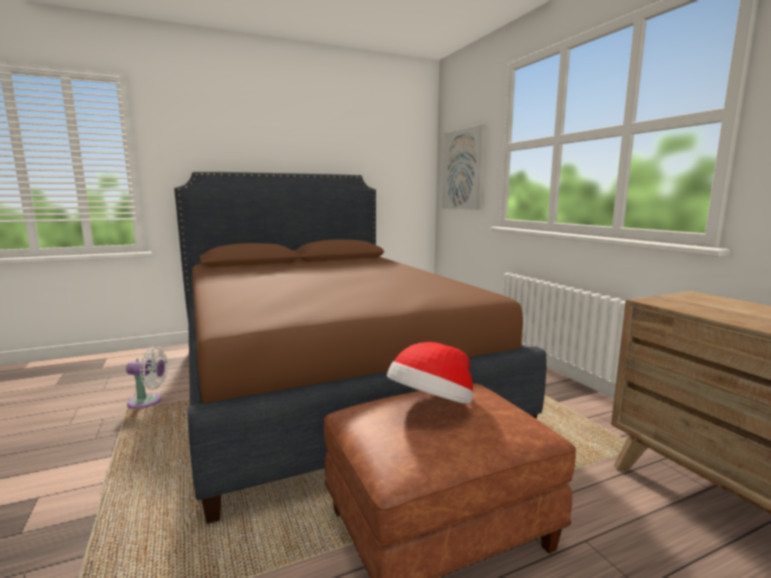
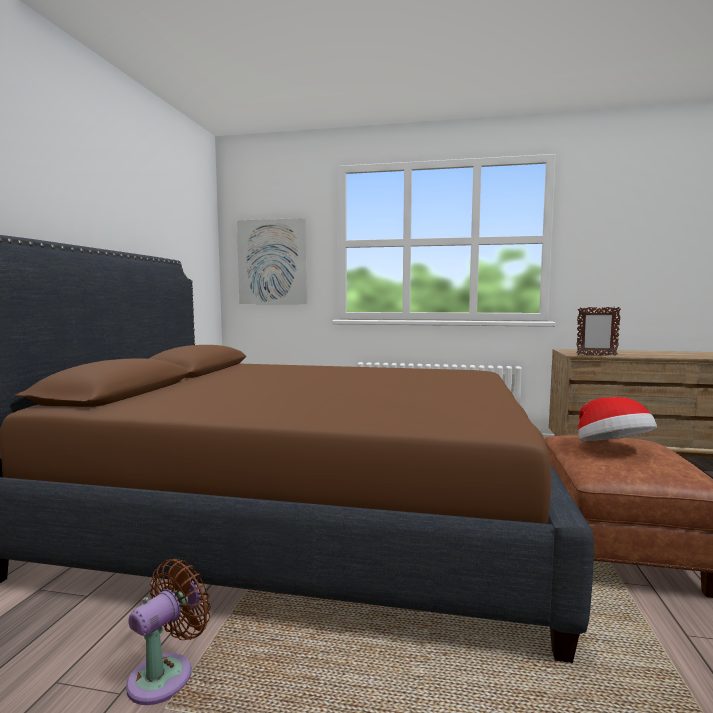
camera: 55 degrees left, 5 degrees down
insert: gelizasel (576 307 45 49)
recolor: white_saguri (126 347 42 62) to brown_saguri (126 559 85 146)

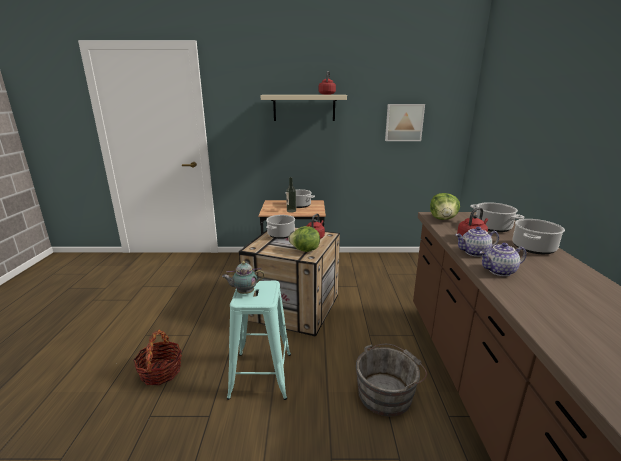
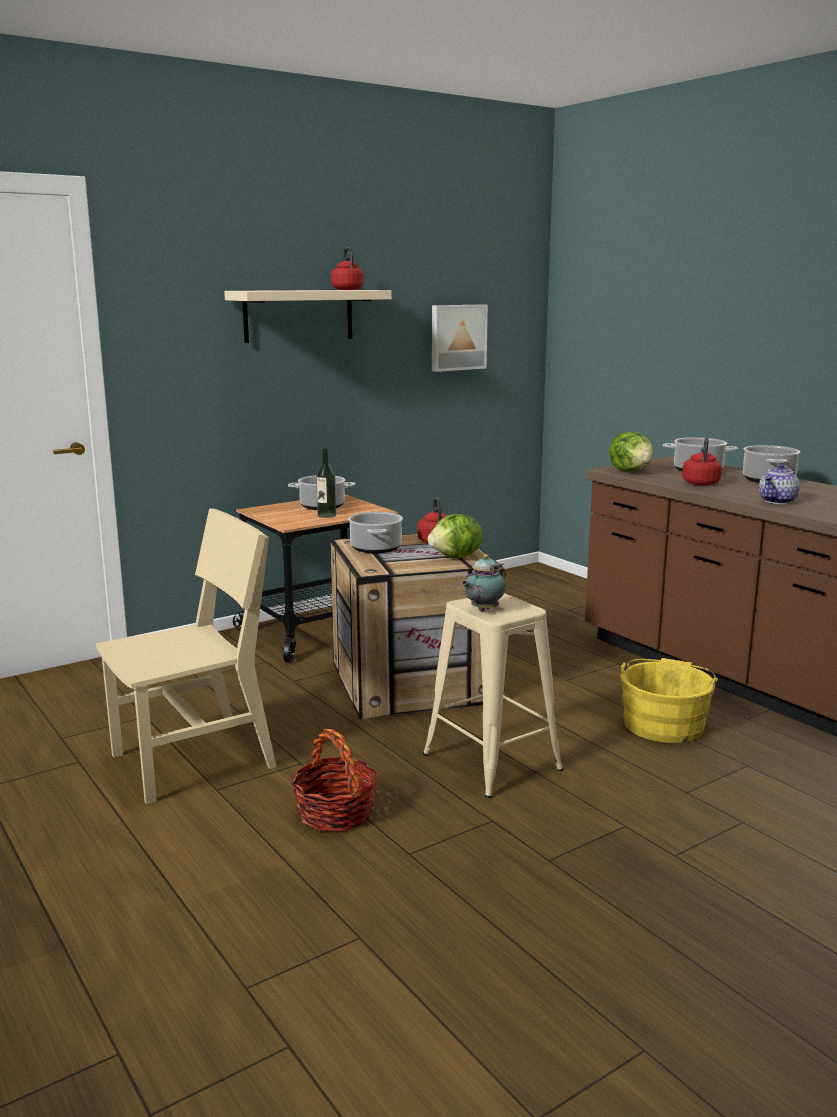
camera: 35 degrees left, 5 degrees down
delete: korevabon (456 227 43 30)
insert: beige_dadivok (96 509 180 296)
recolor: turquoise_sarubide (227 281 64 119) to beige_sarubide (423 593 140 205); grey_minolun (356 344 71 72) to yellow_minolun (620 658 98 85)

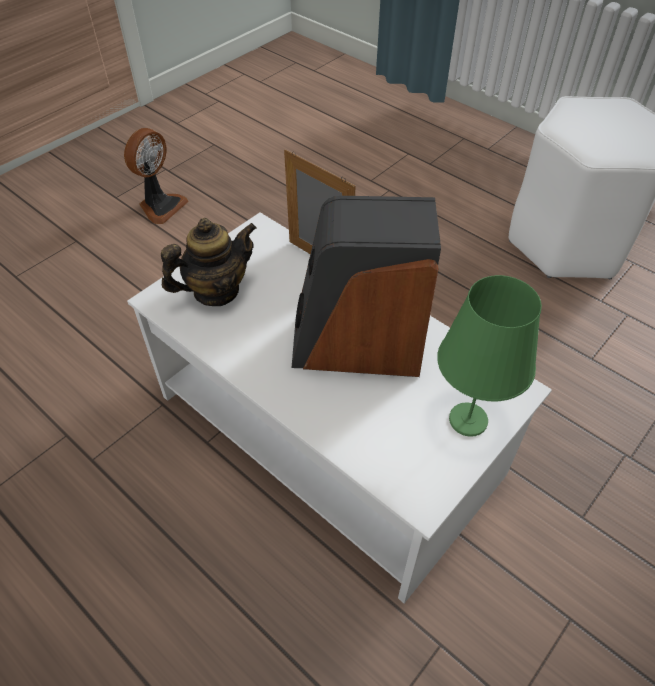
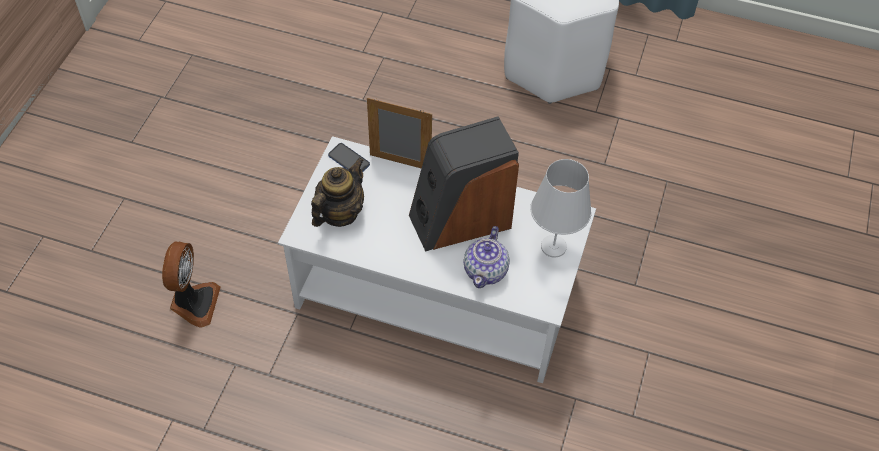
camera: 25 degrees left, 5 degrees up
insert: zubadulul (328 143 42 29); korevabon (463 226 47 62)
move: saguri (124 128 65 96) to (162 241 59 86)
recolor: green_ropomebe (437 275 105 162) to white_ropomebe (530 159 62 99)

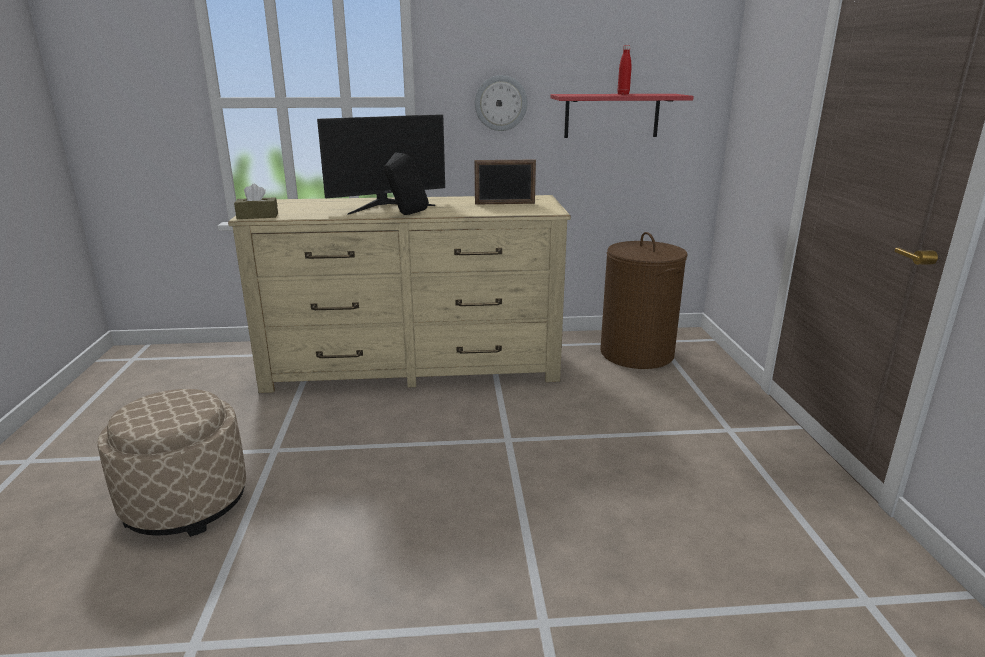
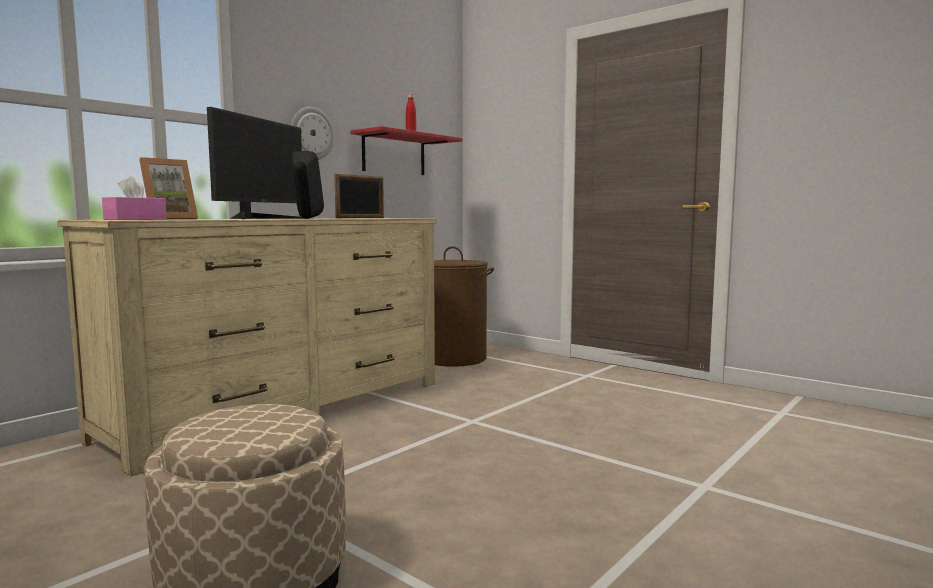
camera: 45 degrees left, 15 degrees down
insert: gelizasel (139 157 59 62)
recolor: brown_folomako (234 184 44 35) to pink_folomako (102 176 65 44)

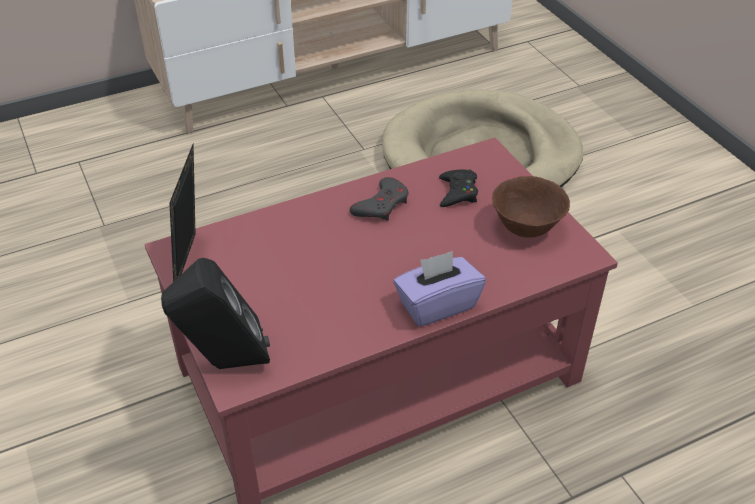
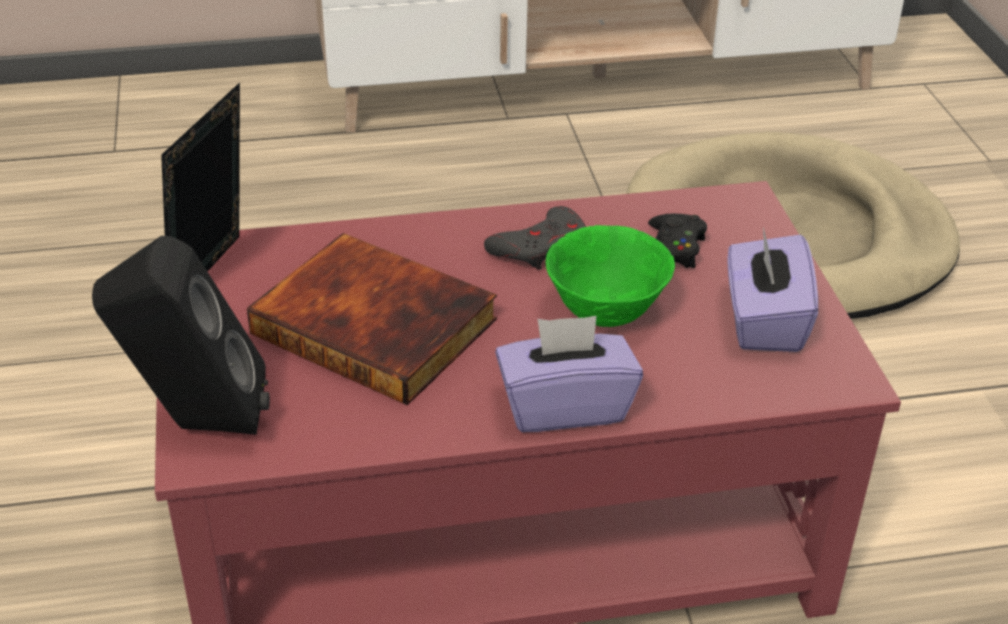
camera: 15 degrees right, 5 degrees down
insert: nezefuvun (247 233 250 172); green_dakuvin (546 225 129 102)
replace: brown_dakuvin (492 176 78 62) to purple_folomako (727 227 91 125)

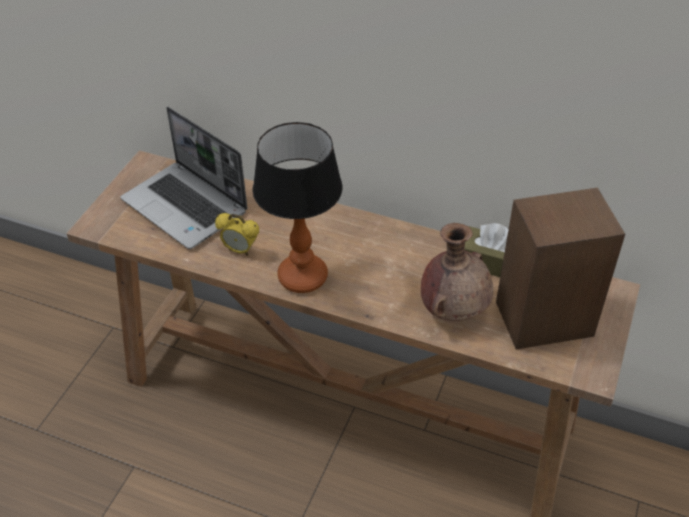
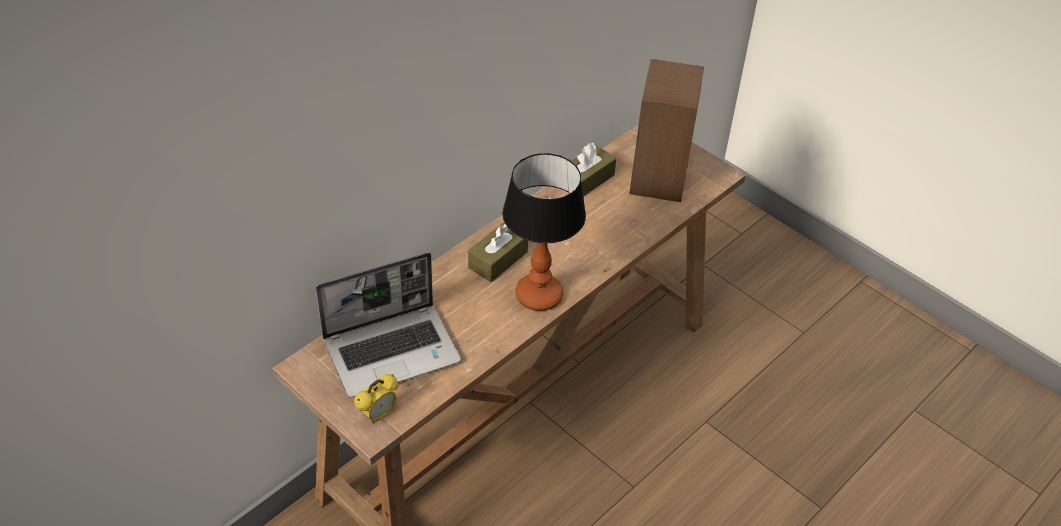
camera: 70 degrees left, 0 degrees up
delete: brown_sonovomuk (421 223 72 98)
insert: brown_folomako (468 222 60 60)
move: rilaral (215 213 44 43) to (354 374 44 50)

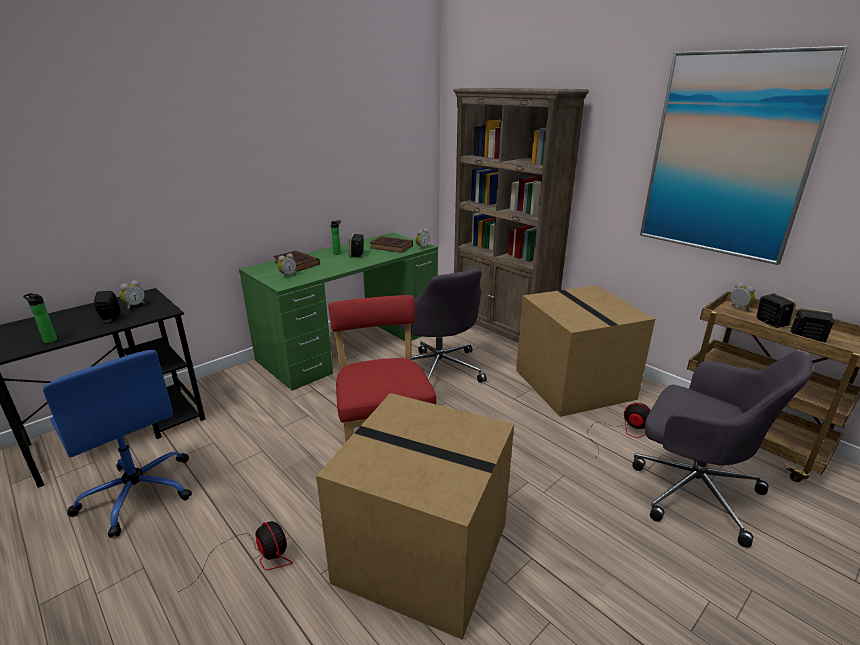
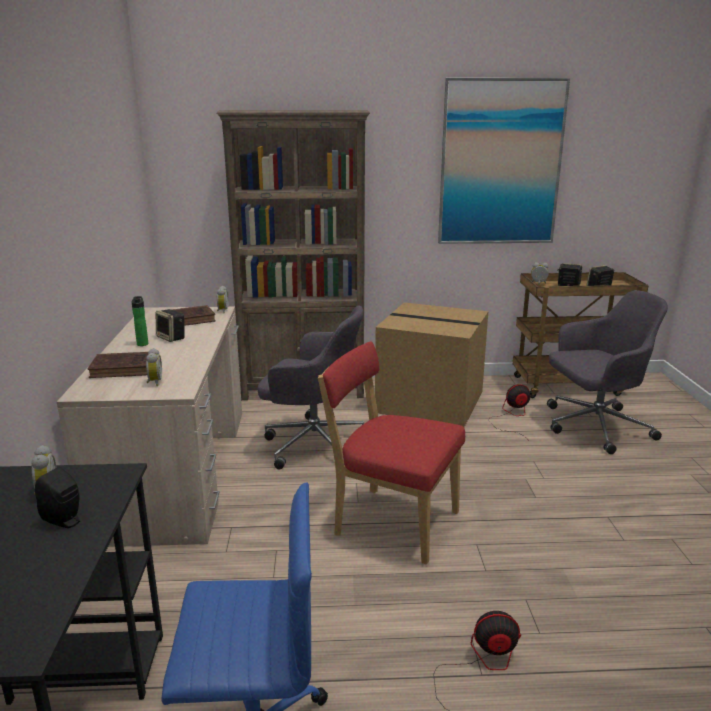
camera: 50 degrees left, 5 degrees down
delete: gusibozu (23 293 34 50); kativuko (316 393 198 247)
recolor: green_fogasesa (239 232 199 159) to beige_fogasesa (57 306 185 241)

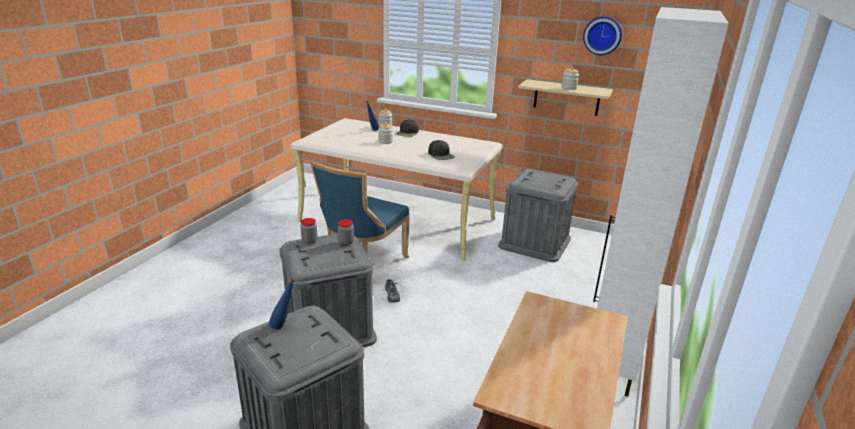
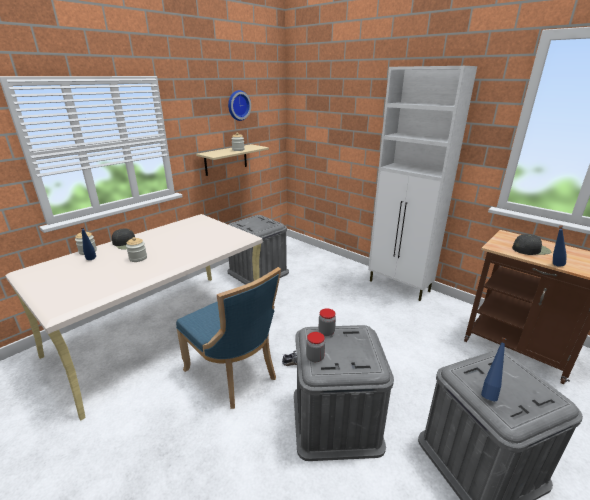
camera: 70 degrees left, 0 degrees up
insert: blue_gusibozu (553 225 14 42)
move: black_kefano (428 140 26 20) to (512 234 39 21)

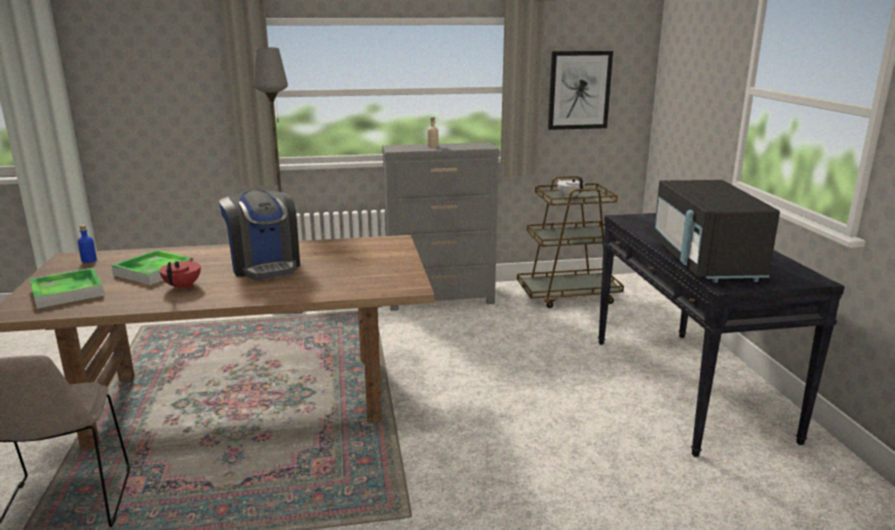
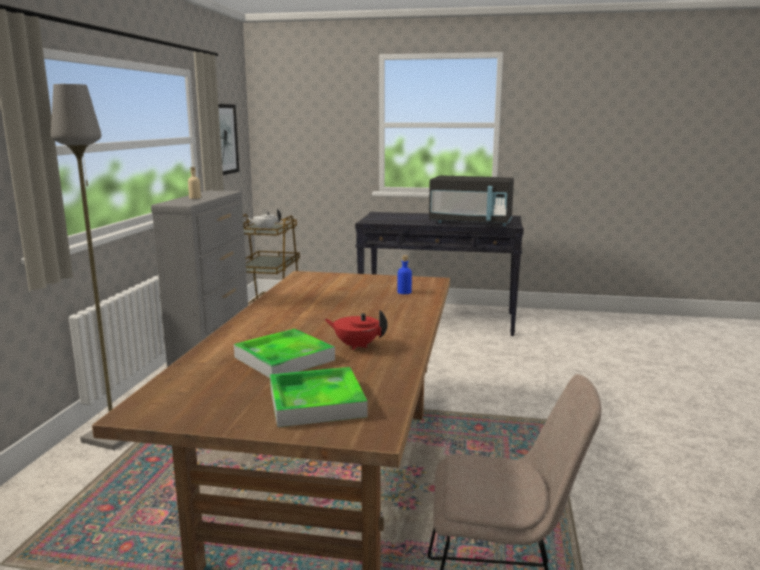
camera: 70 degrees left, 5 degrees down
delete: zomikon (219 191 81 89)
move: blue_gusibozu (78 225 19 38) to (397 255 15 39)

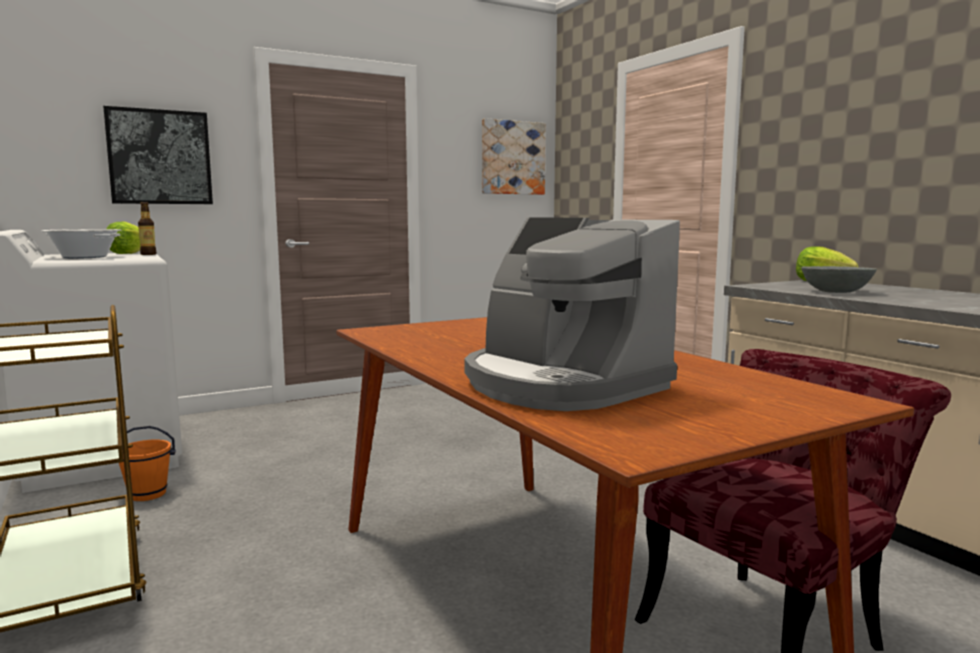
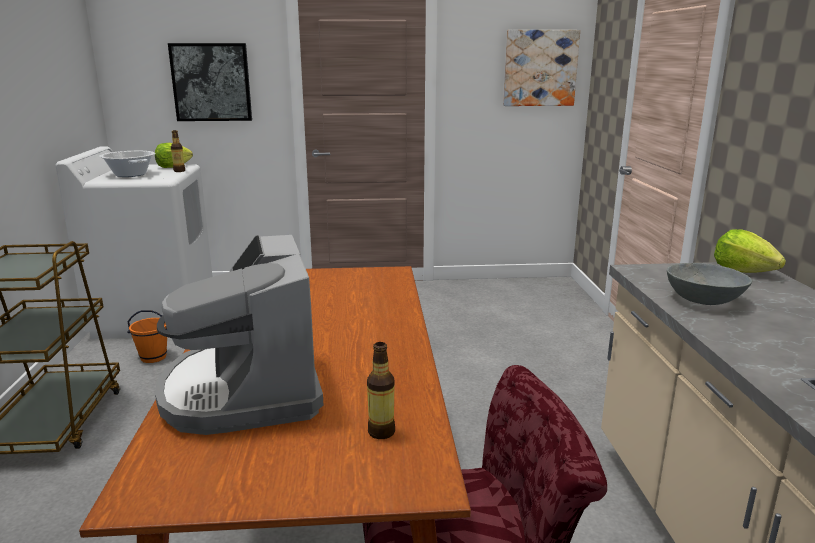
camera: 25 degrees right, 10 degrees up
insert: gusibozu (367 342 28 97)

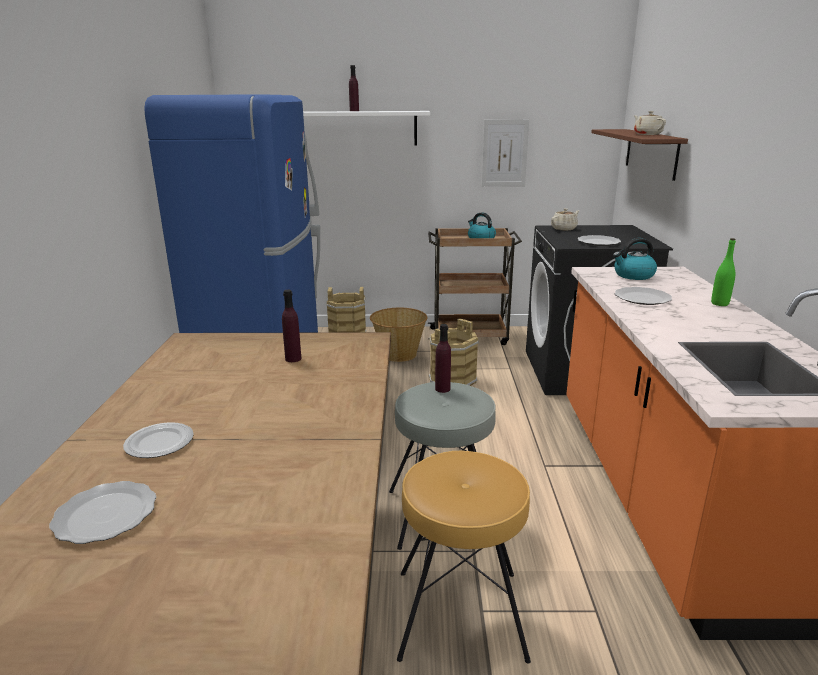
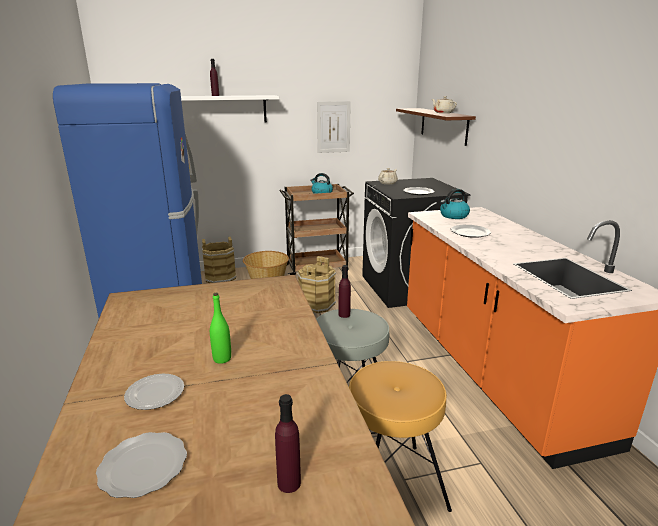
camera: 15 degrees left, 0 degrees up
move: green_gusibozu (711 238 25 68) to (210 293 21 71); purple_gusibozu (282 290 19 72) to (275 394 26 99)

